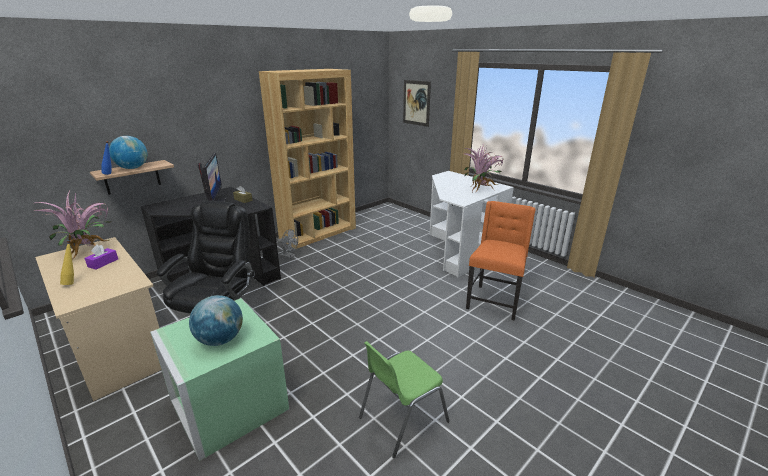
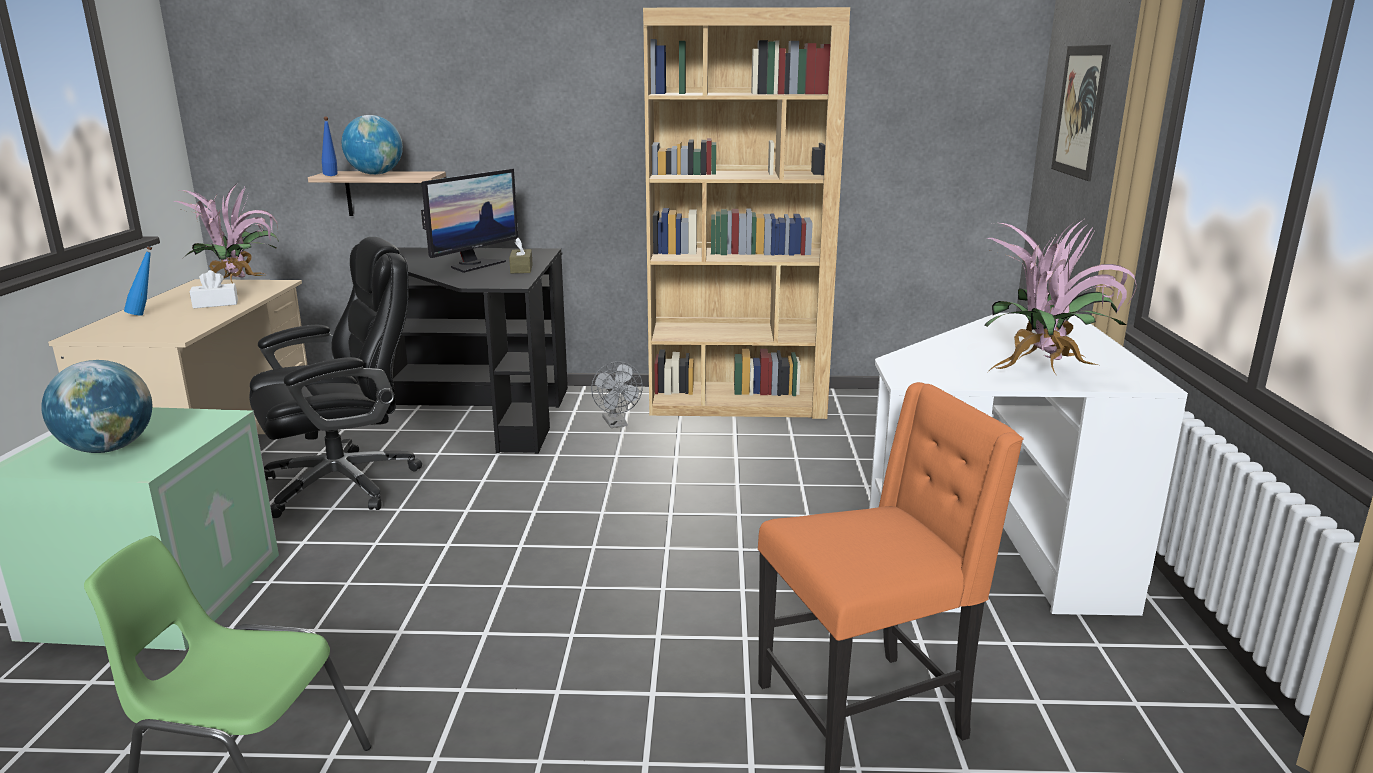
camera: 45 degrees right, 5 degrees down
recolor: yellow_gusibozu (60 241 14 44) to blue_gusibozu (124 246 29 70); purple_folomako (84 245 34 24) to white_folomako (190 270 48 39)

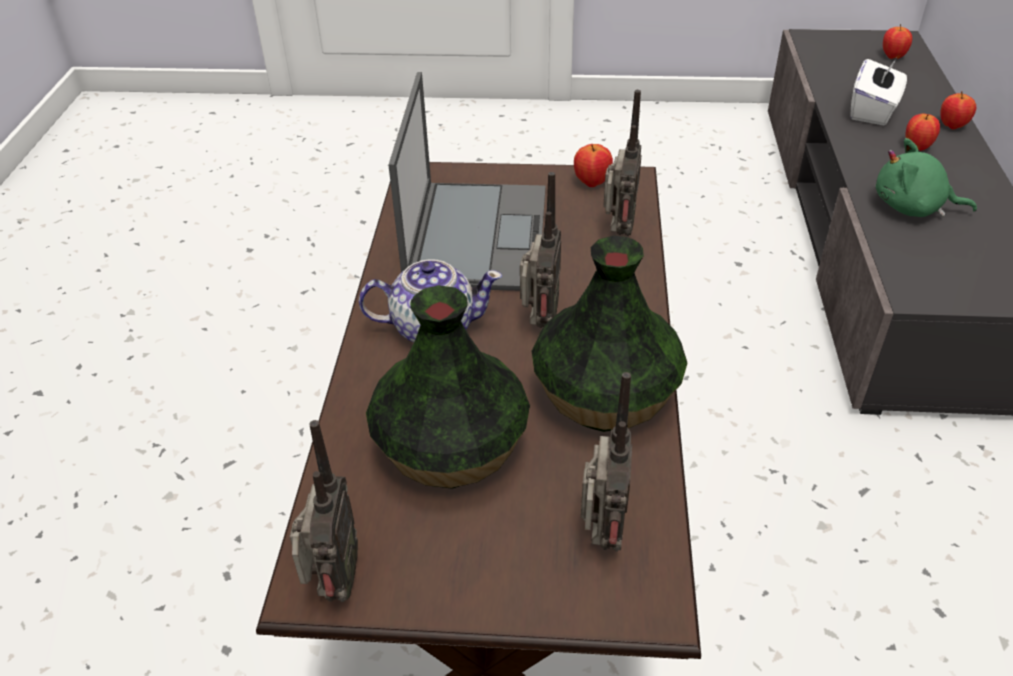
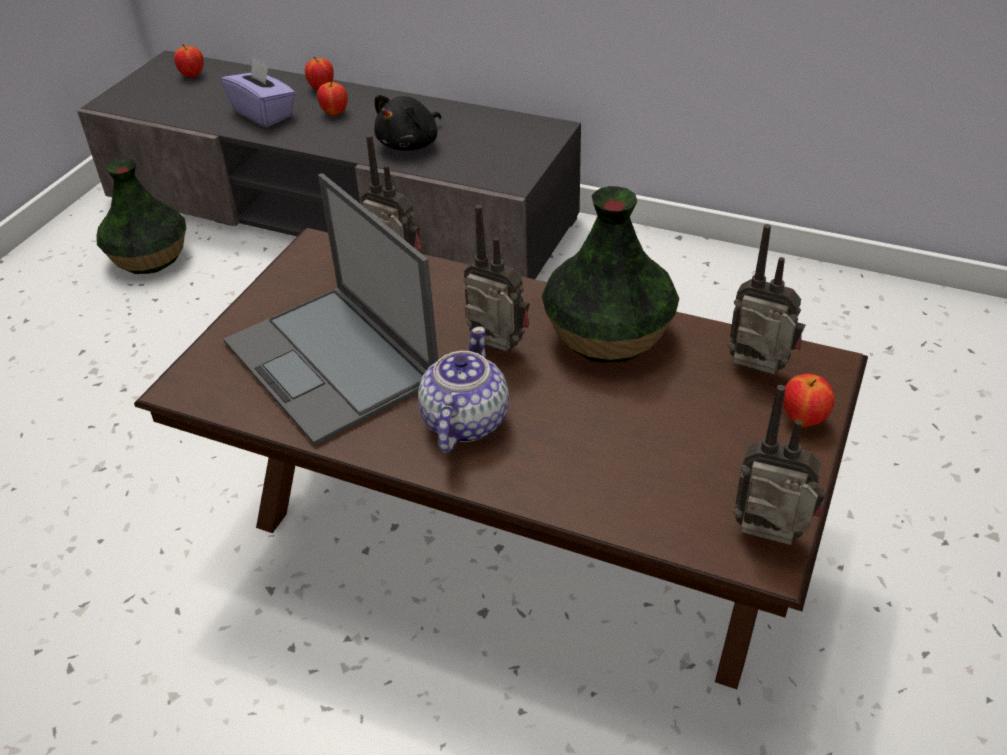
camera: 70 degrees left, 0 degrees up
move: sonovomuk (366 285 164 204) to (96 159 90 115); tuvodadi (574 144 39 43) to (783 373 52 55)
recolor: white_folomako (850 56 57 69) to purple_folomako (221 58 75 69); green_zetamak (876 138 101 79) to black_zetamak (374 95 67 56)
rotate: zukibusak (388 72 157 219) = (223 173 215 273) 150 degrees counterclockwise

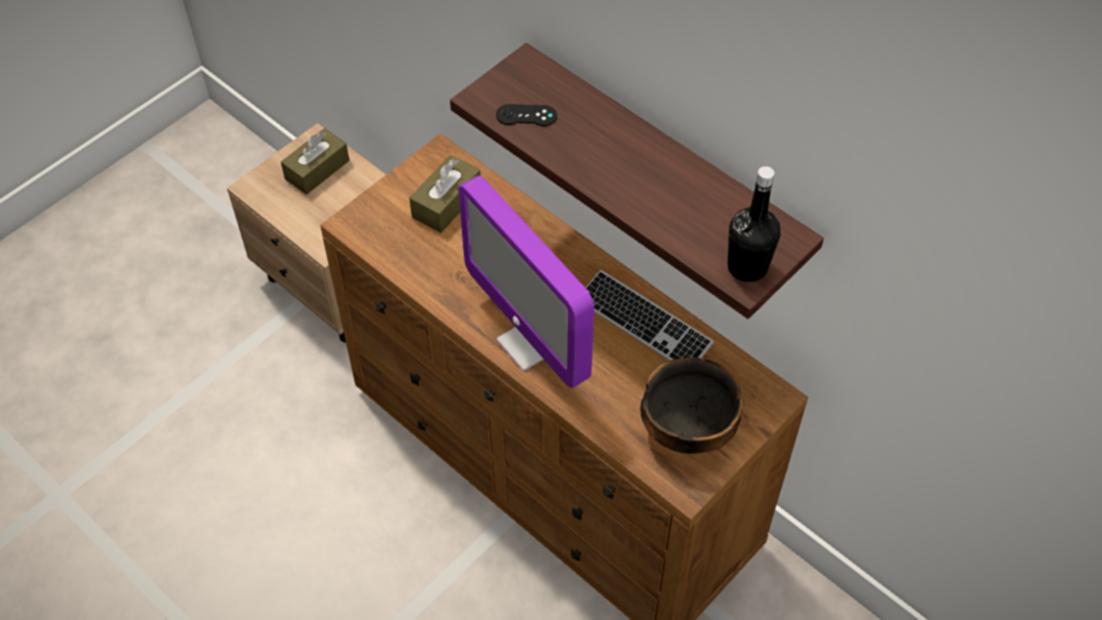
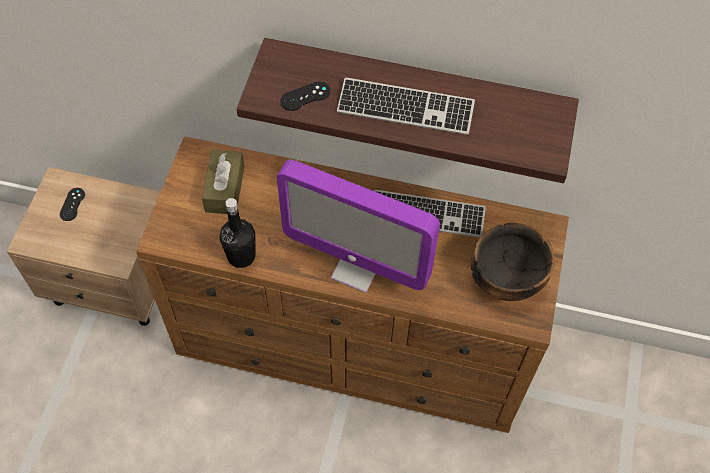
camera: 30 degrees left, 5 degrees up
insert: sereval (337 77 138 58)
move: black_gusibozu (728 166 53 116) to (220 198 36 70)
replace: brown_folomako (281 128 68 67) to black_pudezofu (60 188 25 33)

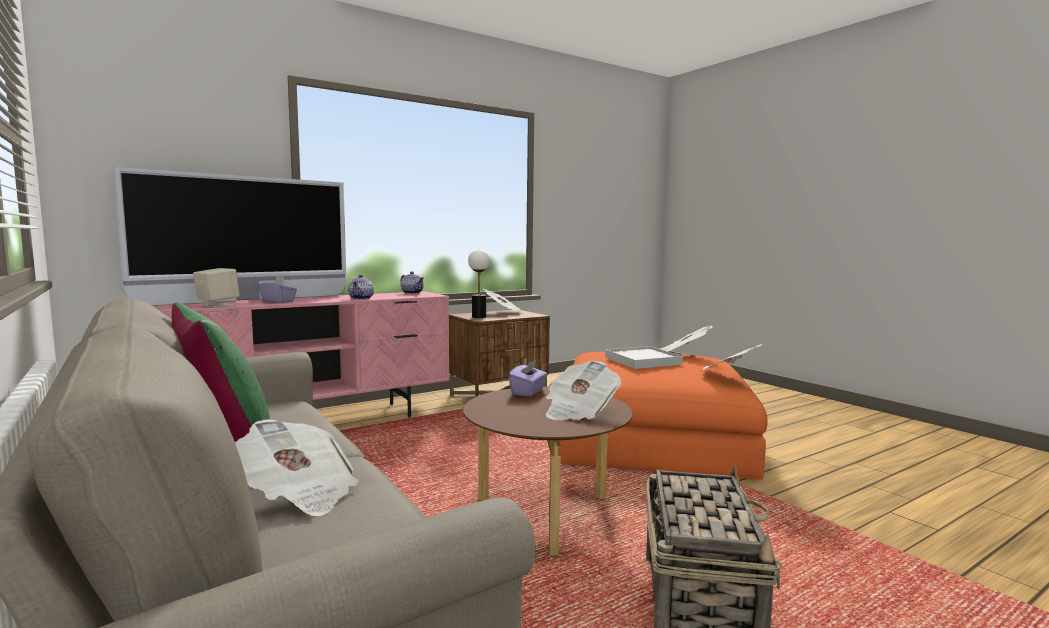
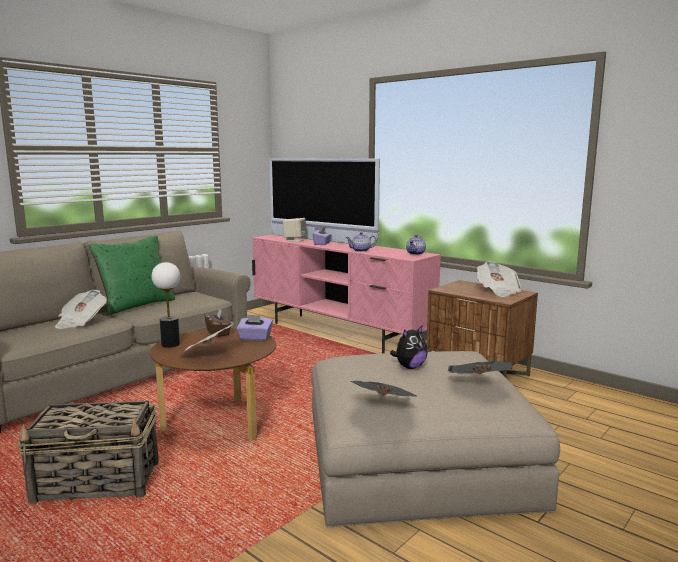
camera: 75 degrees right, 5 degrees up
insert: brown_folomako (205 308 26 29)
move: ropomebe (468 249 22 69) to (152 262 28 86)
replace: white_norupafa (605 346 78 23) to zetamak (390 326 38 43)
recolor: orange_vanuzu (560 352 208 128) to beige_vanuzu (311 351 249 176)

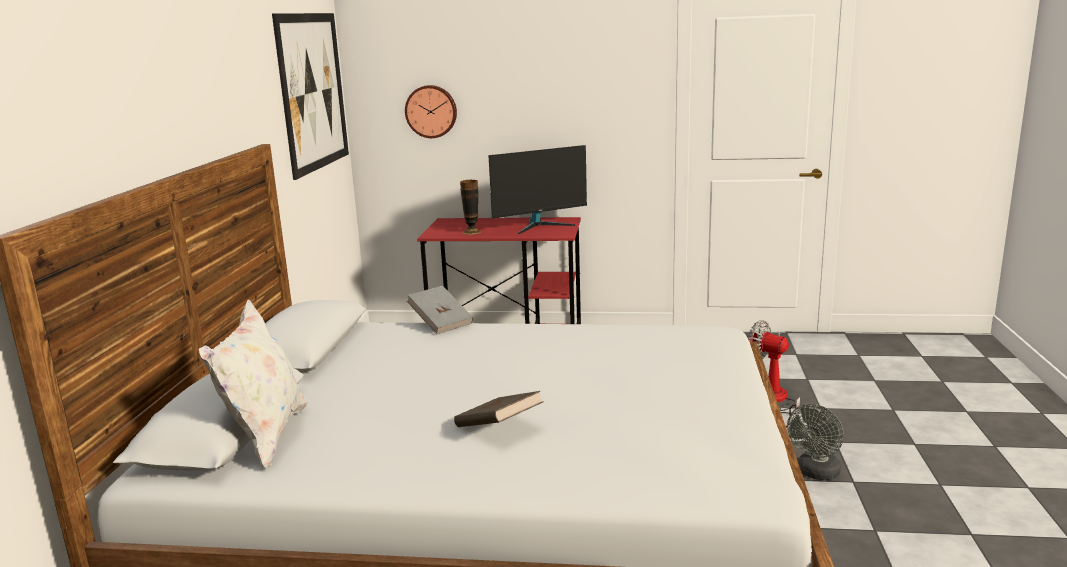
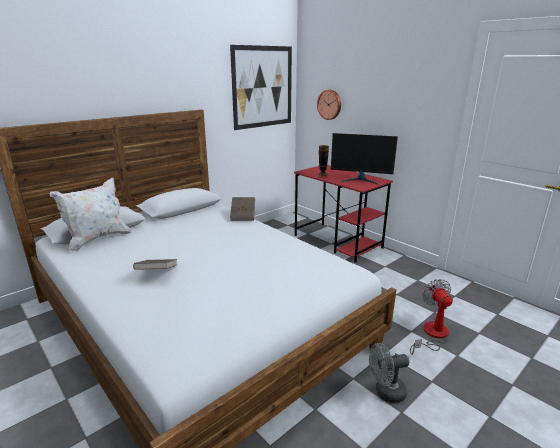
camera: 40 degrees right, 5 degrees up
recolor: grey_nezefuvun (407 286 67 49) to brown_nezefuvun (230 197 25 24)

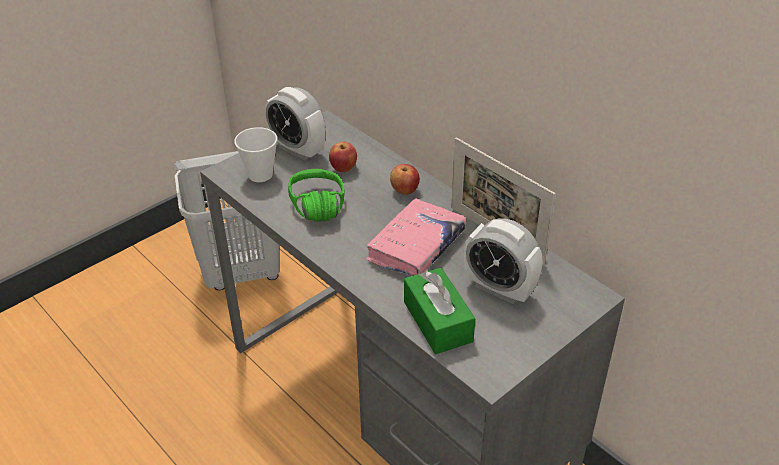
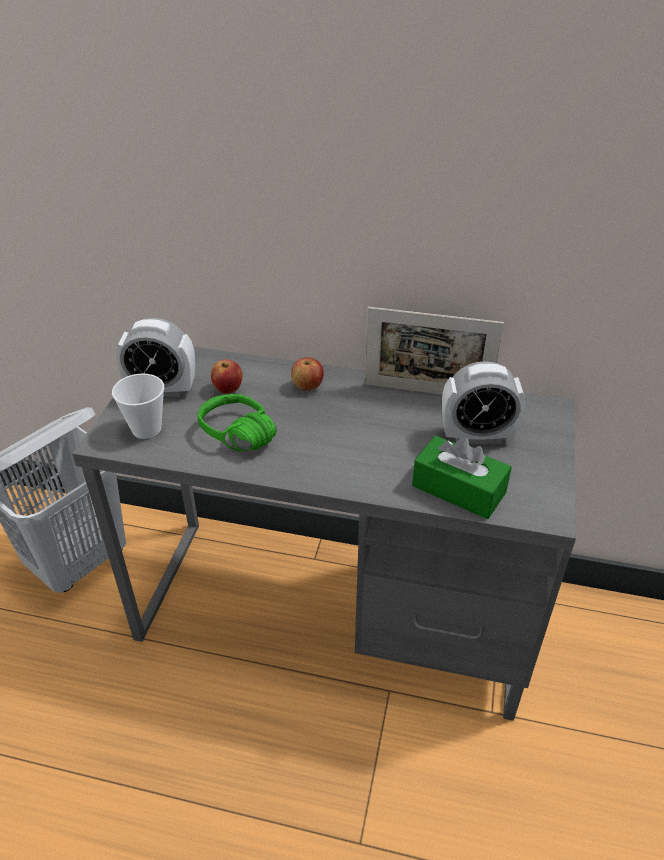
camera: 35 degrees left, 0 degrees up
delete: pink_nezefuvun (366 198 100 78)

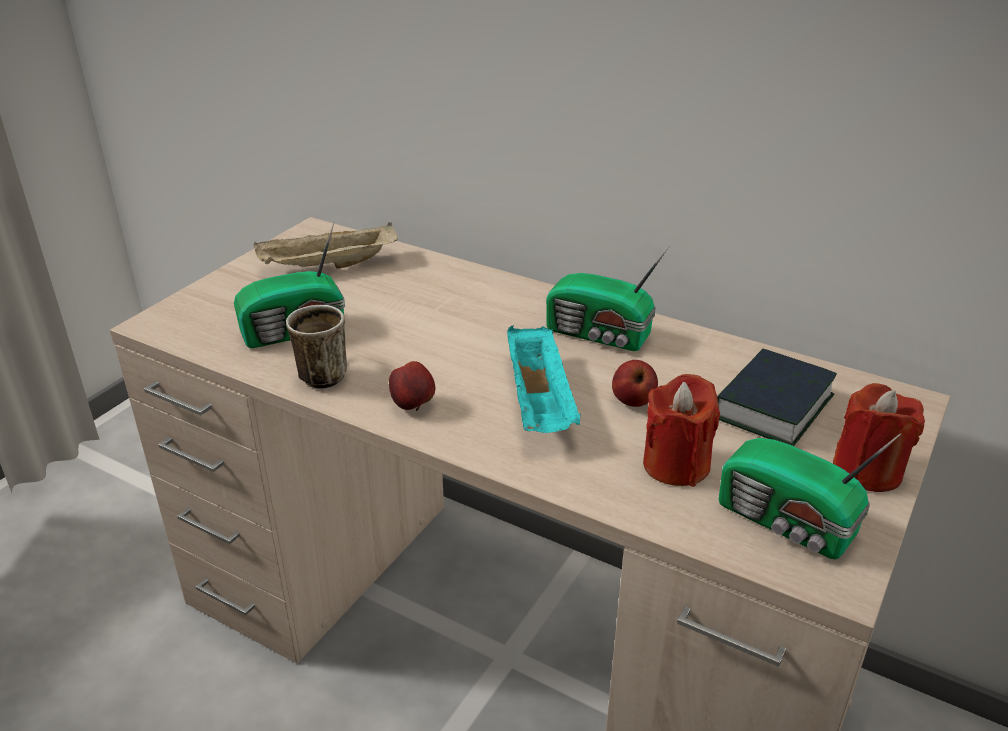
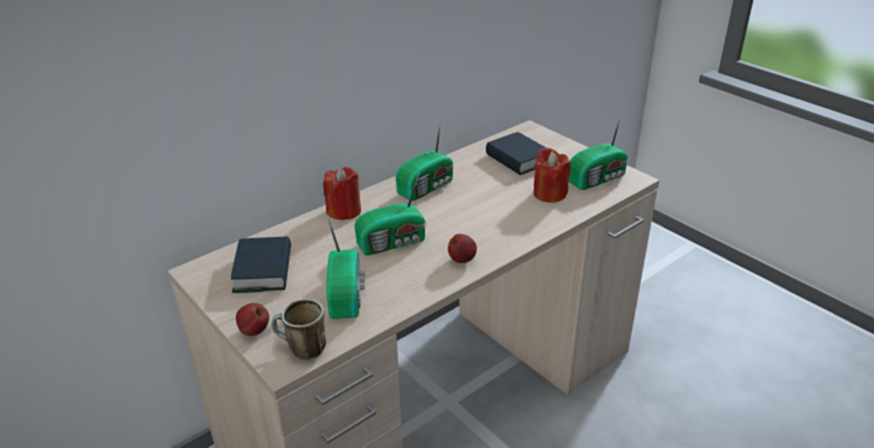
camera: 70 degrees left, 0 degrees up
delete: turquoise_norupafa (507 325 74 108)
insert: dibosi (355 173 71 83)
move: tuvodadi (612 360 46 47) to (236 303 33 33); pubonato (286 305 61 84) to (271 298 55 62); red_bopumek (833 383 92 109) to (323 167 38 53)
replace: beige_norupafa (254 222 144 47) to nezefuvun (231 236 60 57)

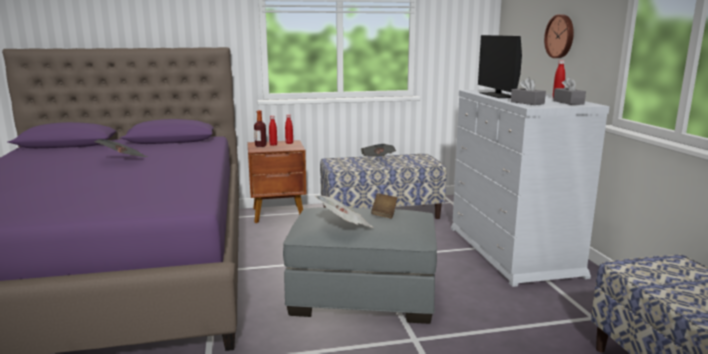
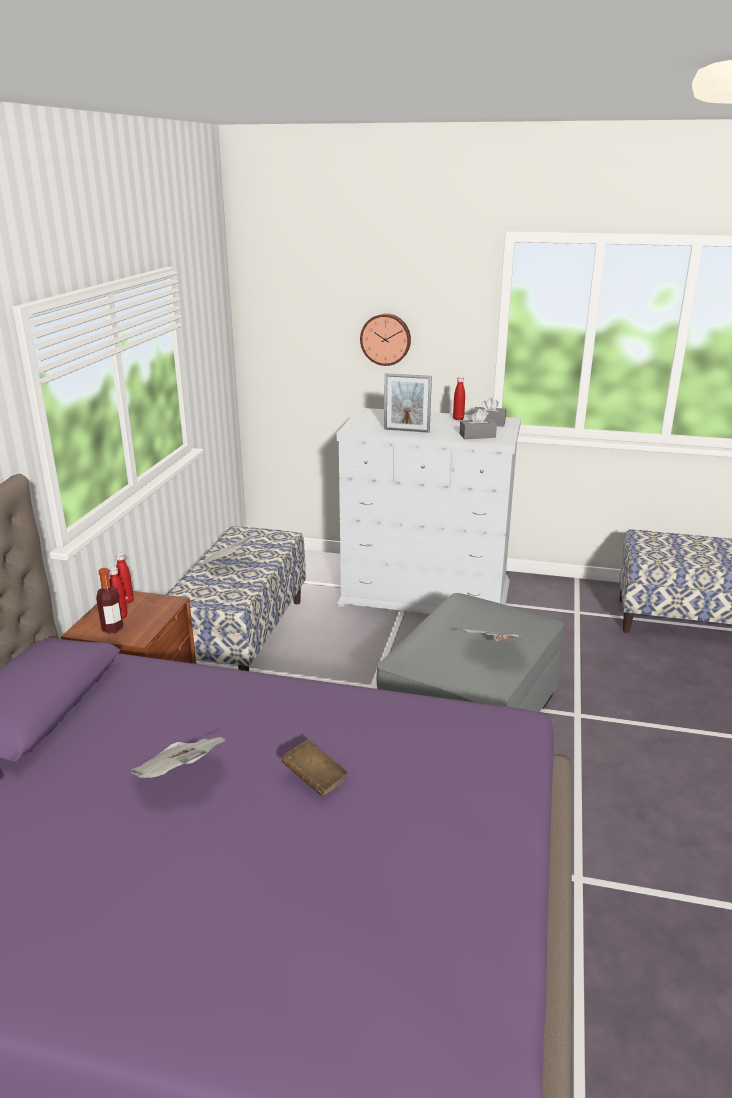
camera: 65 degrees left, 10 degrees up
move: brown_nezefuvun (371 193 26 25) to (281 740 67 57)
replace: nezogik (478 35 44 63) to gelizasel (384 373 48 60)

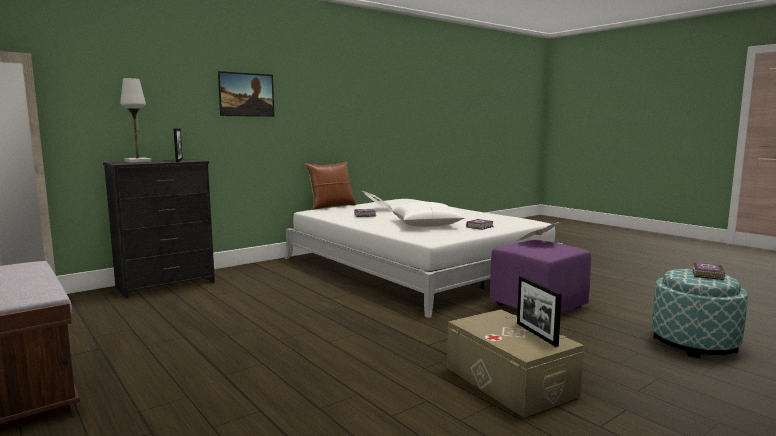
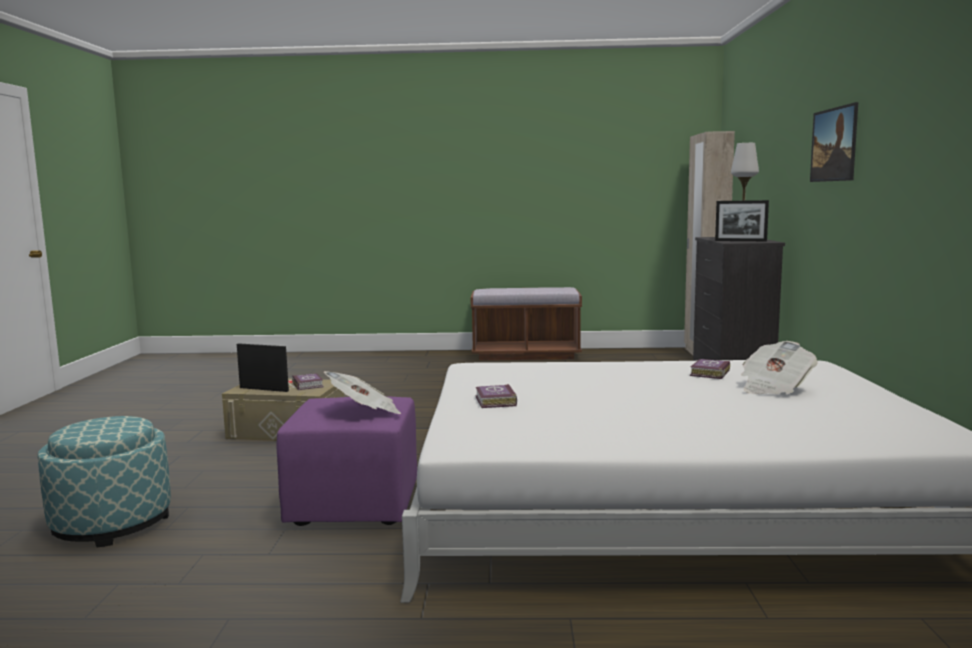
camera: 130 degrees right, 0 degrees up
delete: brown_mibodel (305 162 51 48); white_mibodel (392 201 73 26)
move: nezefuvun (693 263 32 17) to (292 373 32 17)

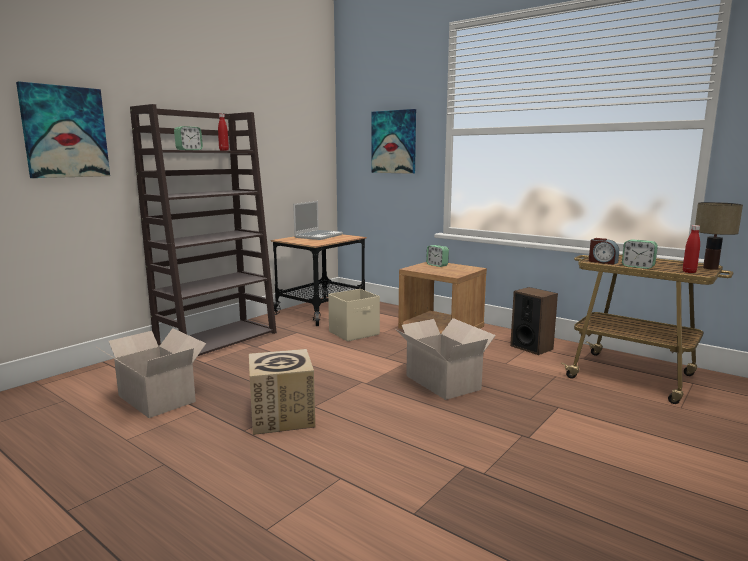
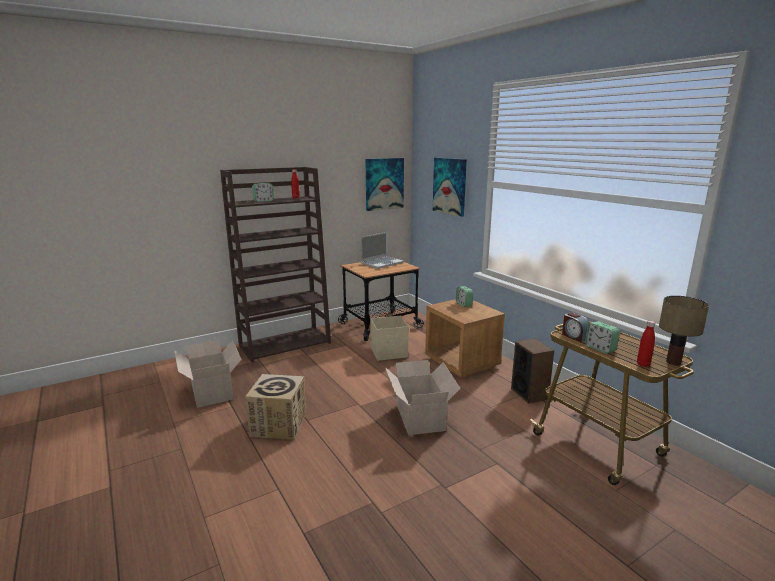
camera: 20 degrees right, 5 degrees up
move: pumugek (16 81 94 97) to (365 158 39 53)

